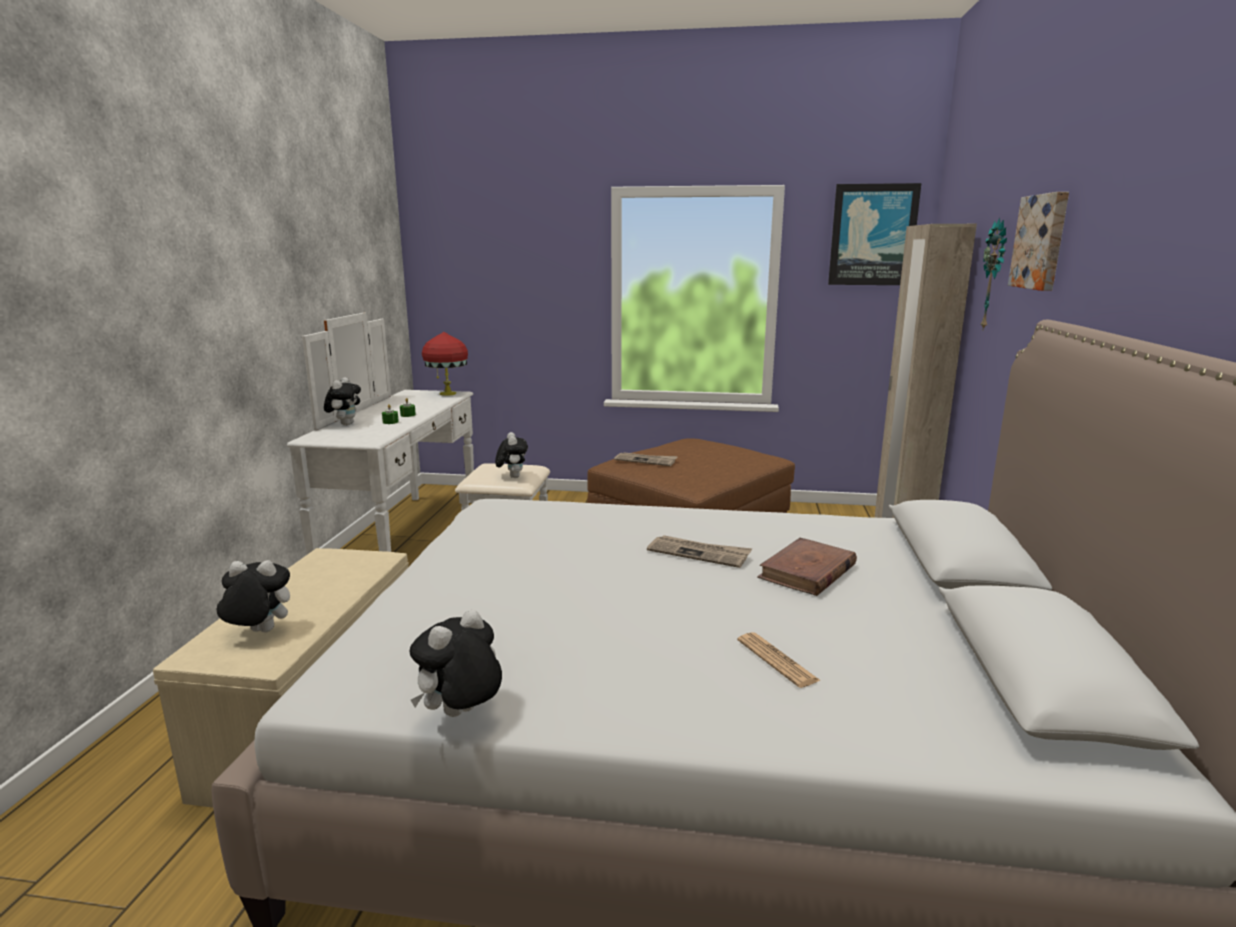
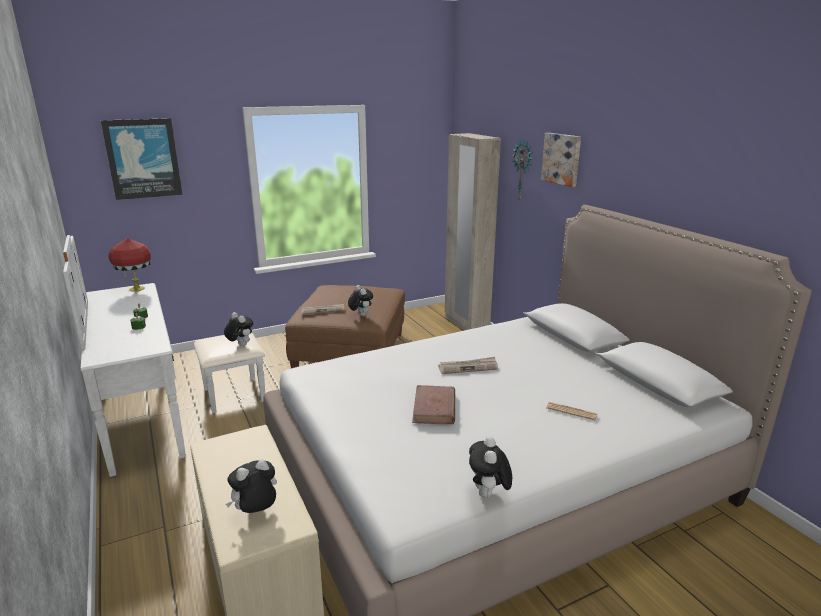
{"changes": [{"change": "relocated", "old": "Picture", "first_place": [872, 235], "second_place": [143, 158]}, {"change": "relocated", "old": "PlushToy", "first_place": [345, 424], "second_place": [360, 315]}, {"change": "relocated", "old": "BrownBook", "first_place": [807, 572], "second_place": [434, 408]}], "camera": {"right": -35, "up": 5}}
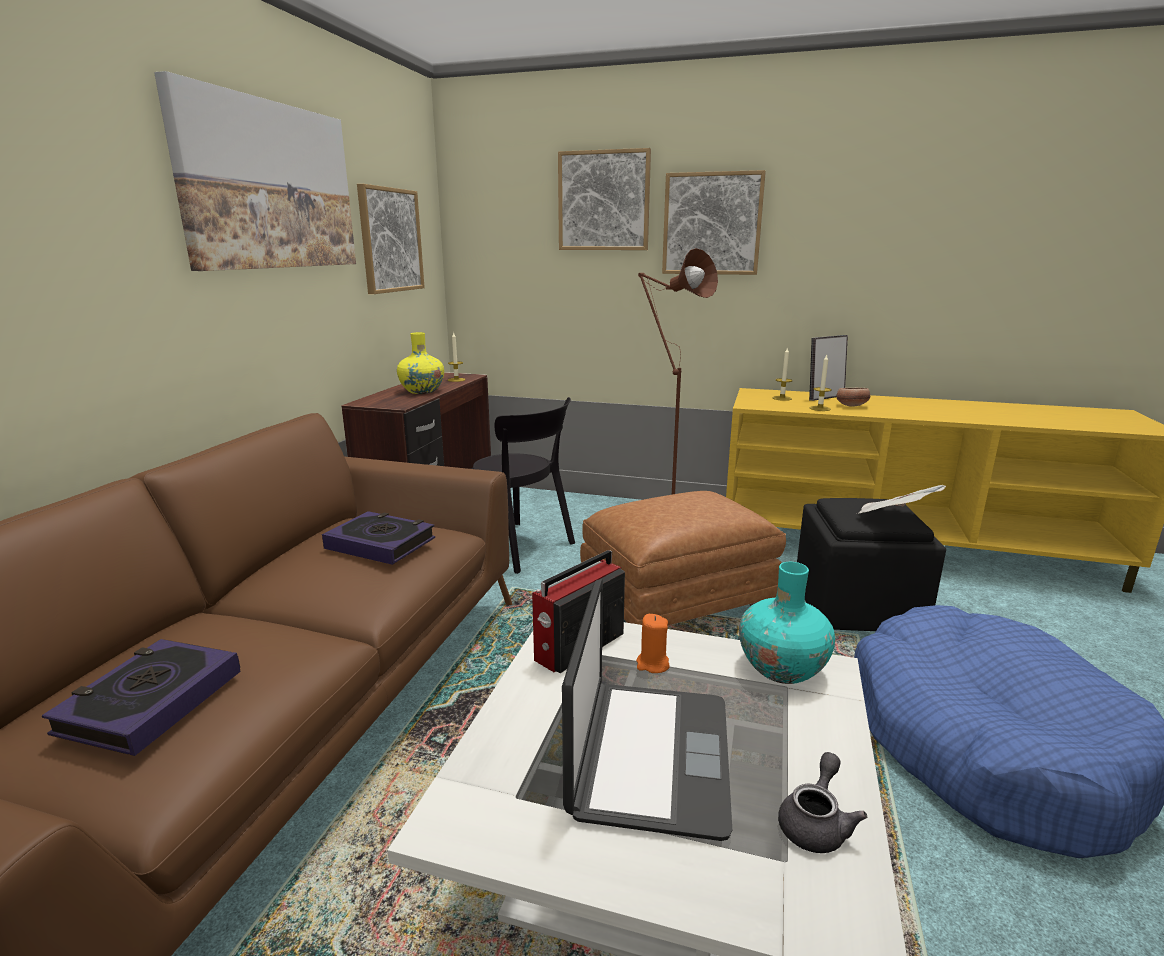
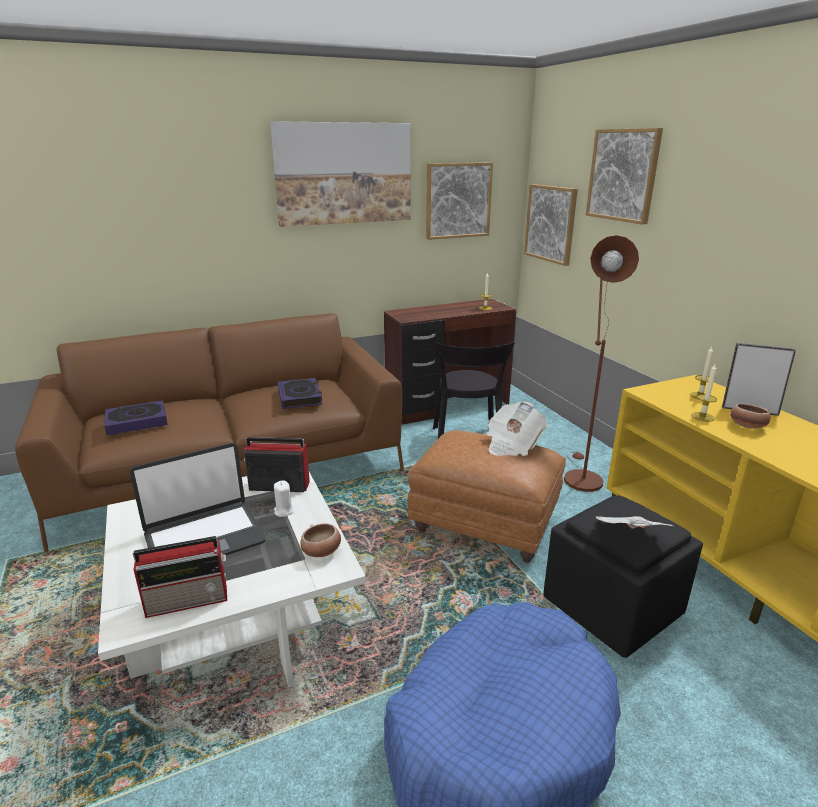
{"changes": [{"change": "exchanged", "old": "GreyTeapot", "new": "Radio", "first_place": [816, 823], "second_place": [189, 600]}, {"change": "colour", "old": "OrangeCandle", "new": "WhiteCandle", "first_place": [652, 664], "second_place": [283, 511]}, {"change": "exchanged", "old": "TurquoiseVase", "new": "Bowl", "first_place": [782, 669], "second_place": [321, 552]}, {"change": "appeared", "new": "Newspaper", "second_place": [512, 444]}, {"change": "relocated", "old": "Picture", "first_place": [712, 224], "second_place": [550, 223]}, {"change": "missing", "old": "YellowVase", "first_place": [422, 391]}], "camera": {"right": 50, "up": 5}}
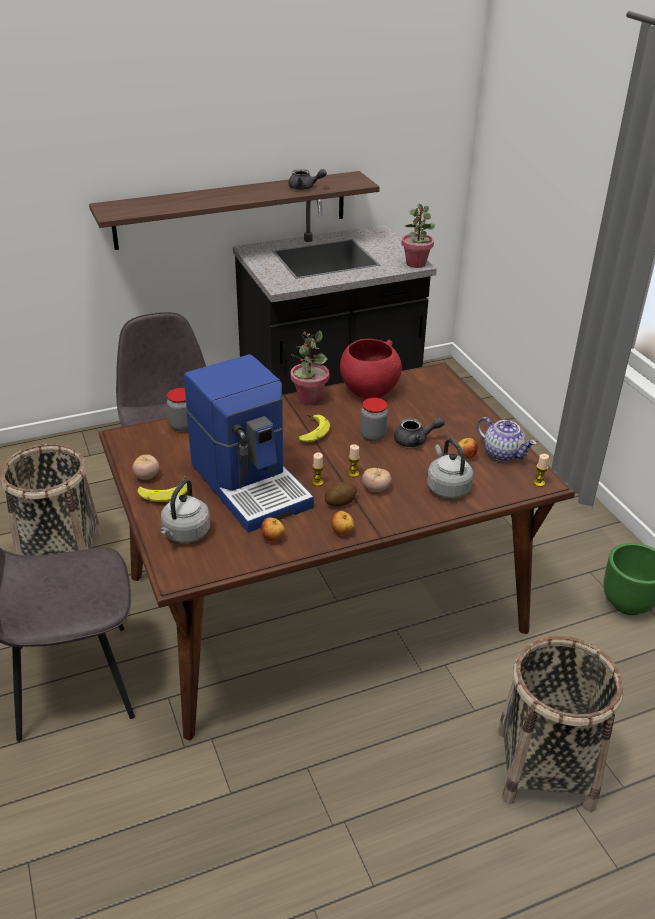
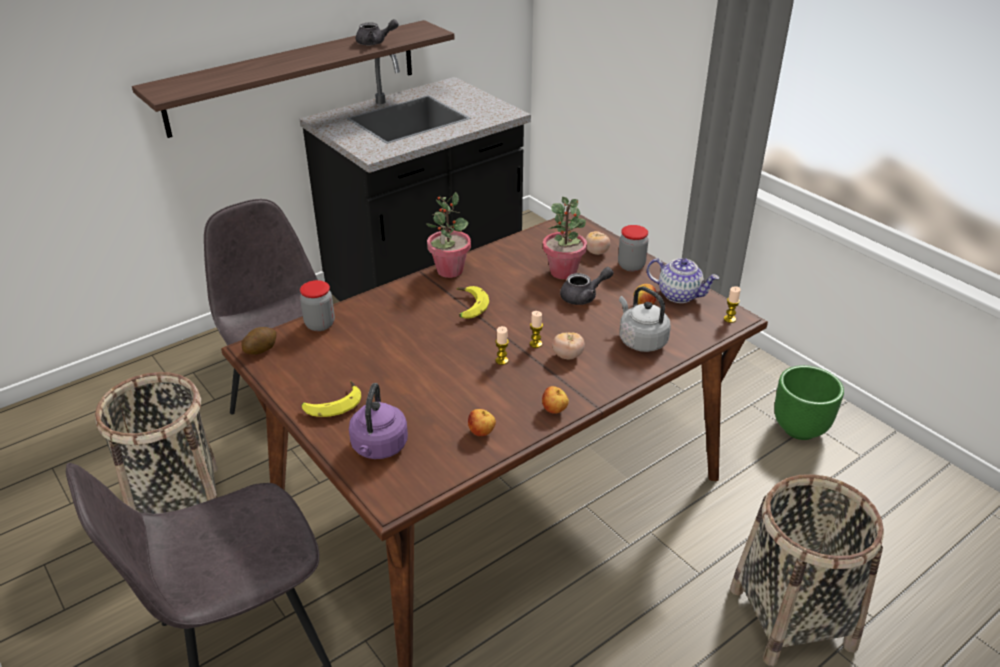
{"changes": [{"change": "relocated", "old": "Potato", "first_place": [340, 502], "second_place": [261, 349]}, {"change": "colour", "old": "GreyKettle", "new": "PurpleKettle", "first_place": [185, 534], "second_place": [379, 448]}, {"change": "relocated", "old": "PottedPlant", "first_place": [416, 263], "second_place": [563, 272]}, {"change": "relocated", "old": "Tomato", "first_place": [147, 476], "second_place": [596, 252]}, {"change": "relocated", "old": "Jar", "first_place": [373, 436], "second_place": [631, 266]}, {"change": "missing", "old": "CoffeeMachine", "first_place": [251, 484]}, {"change": "missing", "old": "RedBowl", "first_place": [369, 391]}], "camera": {"right": -15, "up": 0}}
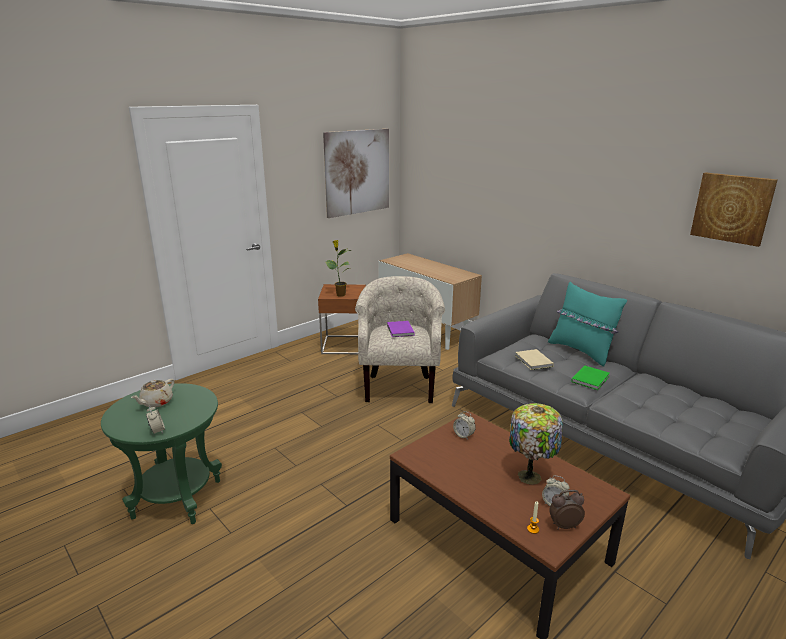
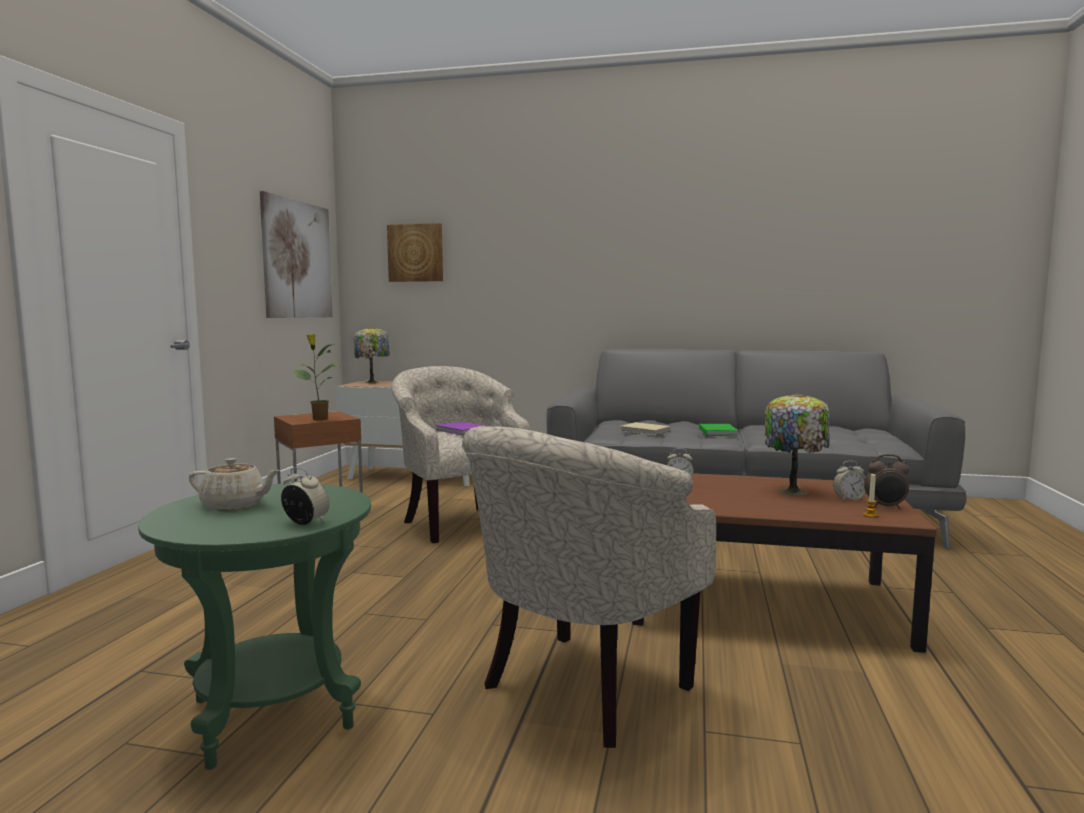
{"changes": [{"change": "spun", "old": "BeigeTeapot", "first_place": [156, 402], "second_place": [235, 505], "degrees": -75}, {"change": "appeared", "new": "TableLamp", "second_place": [373, 382]}, {"change": "relocated", "old": "Picture", "first_place": [732, 208], "second_place": [416, 253]}, {"change": "appeared", "new": "BeigeArmchair", "second_place": [578, 690]}, {"change": "spun", "old": "AlarmClock", "first_place": [564, 525], "second_place": [885, 507], "degrees": -135}, {"change": "missing", "old": "TurquoisePillow", "first_place": [581, 351]}], "camera": {"right": -35, "up": -15}}
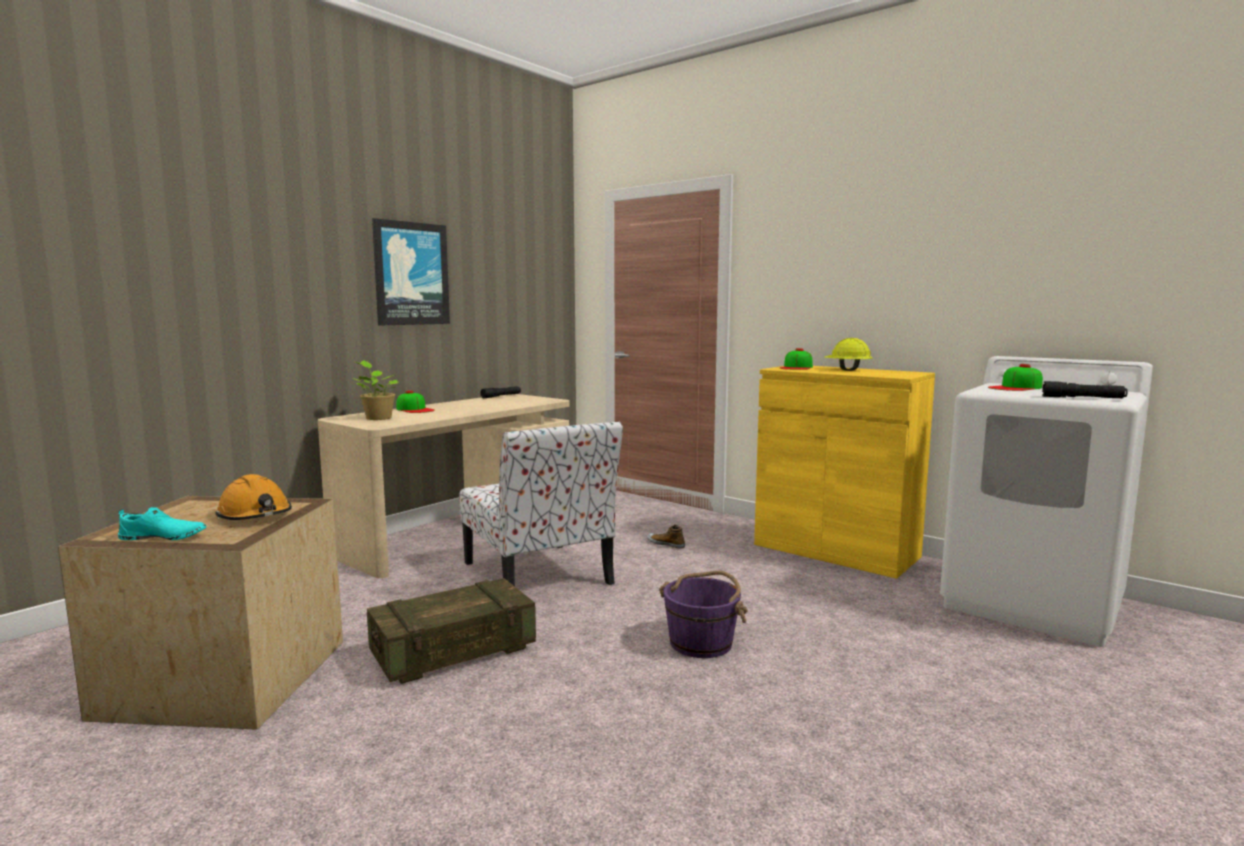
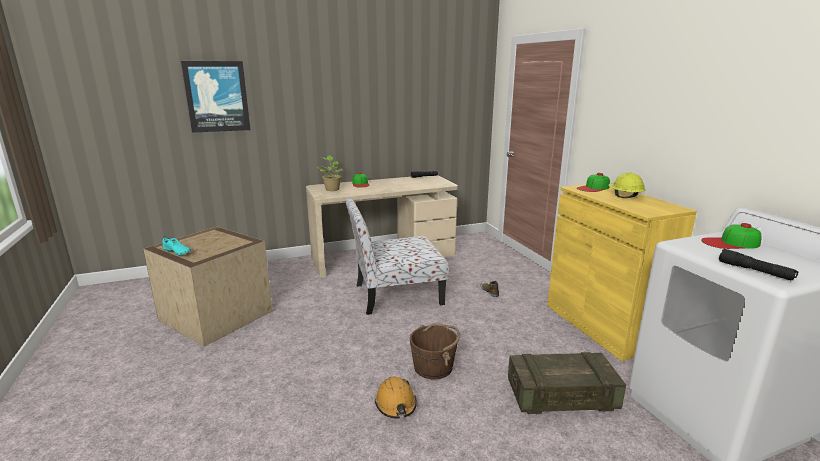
{"changes": [{"change": "relocated", "old": "Picture", "first_place": [411, 274], "second_place": [217, 96]}, {"change": "spun", "old": "Chair", "first_place": [539, 574], "second_place": [395, 295], "degrees": 75}, {"change": "relocated", "old": "OrangeHardHat", "first_place": [255, 516], "second_place": [396, 404]}, {"change": "colour", "old": "PurpleBucket", "new": "BrownBucket", "first_place": [702, 642], "second_place": [434, 367]}, {"change": "relocated", "old": "Crate", "first_place": [453, 651], "second_place": [561, 396]}], "camera": {"right": 30, "up": 10}}
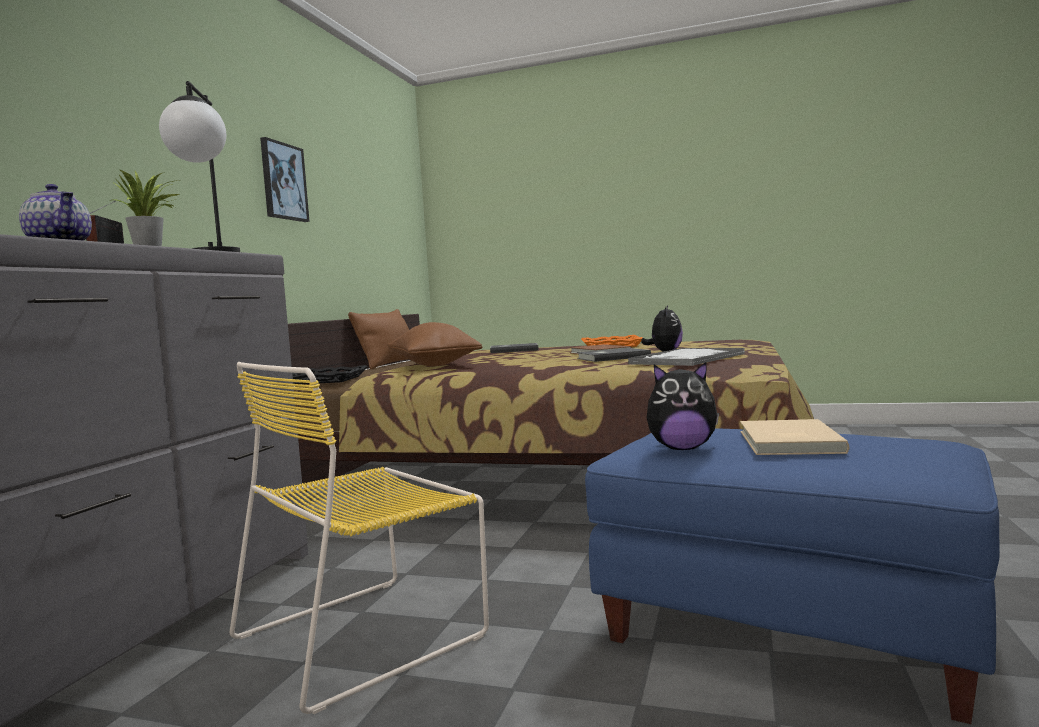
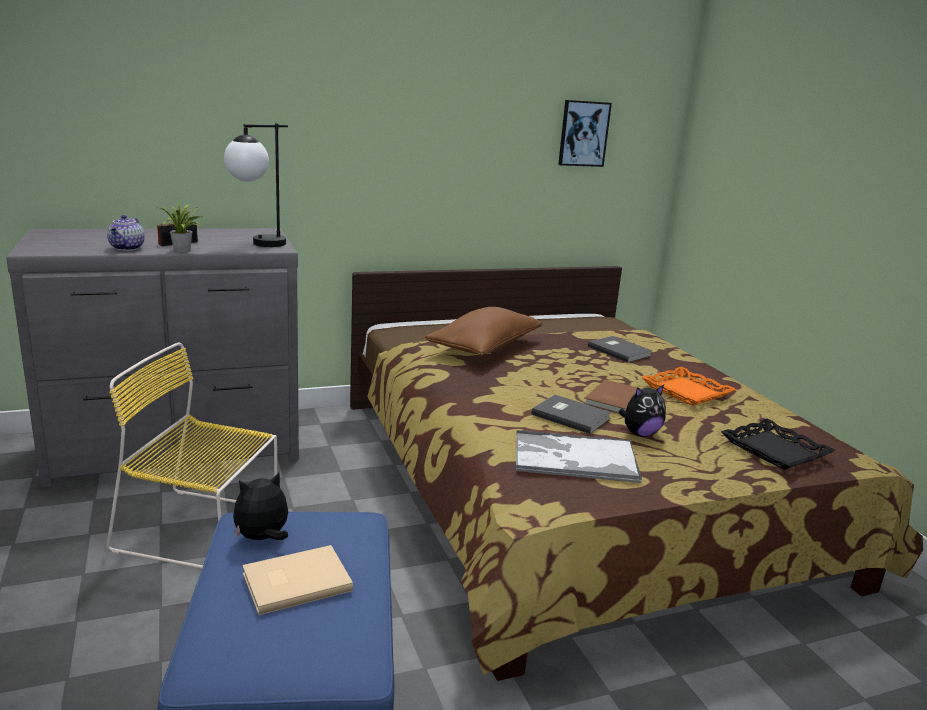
{"changes": [{"change": "spun", "old": "PlushToy", "first_place": [682, 449], "second_place": [262, 538], "degrees": 90}, {"change": "relocated", "old": "Picture", "first_place": [283, 181], "second_place": [583, 133]}, {"change": "relocated", "old": "BlackTray", "first_place": [324, 380], "second_place": [774, 450]}, {"change": "missing", "old": "BrownPillow", "first_place": [389, 363]}], "camera": {"right": 50, "up": 15}}
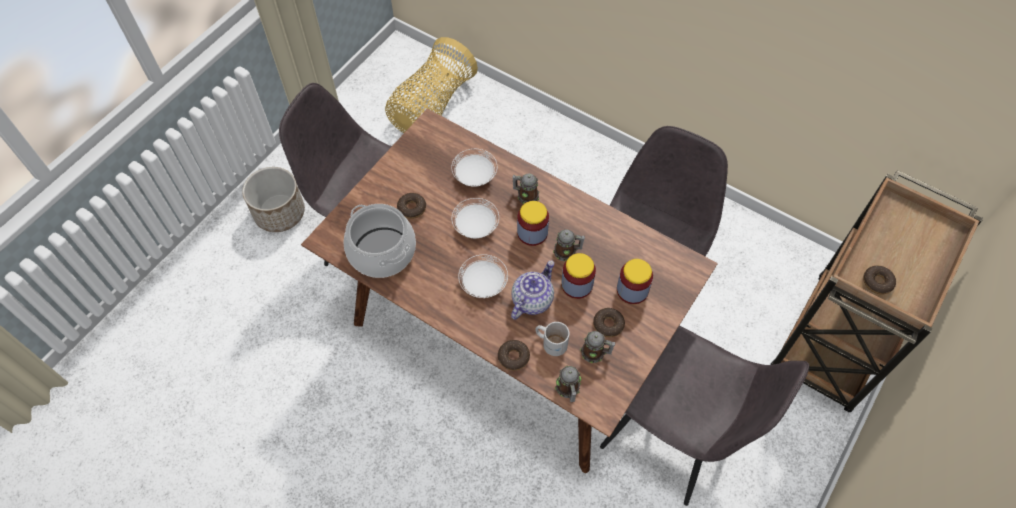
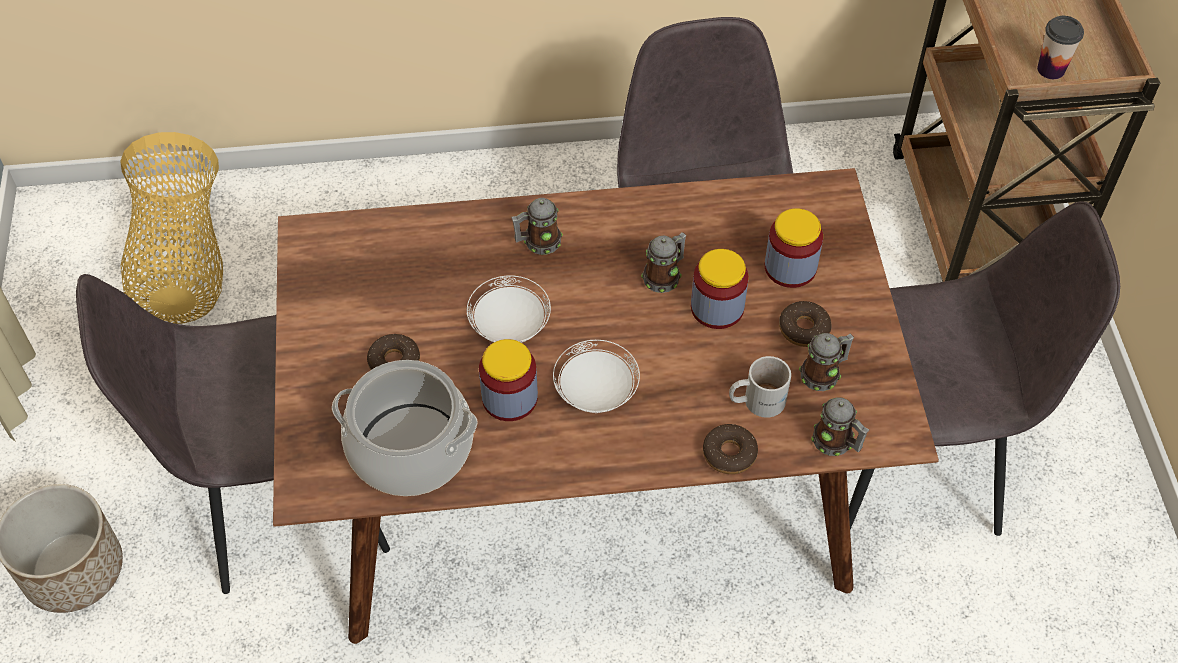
{"changes": [{"change": "relocated", "old": "Jar", "first_place": [532, 233], "second_place": [509, 398]}, {"change": "exchanged", "old": "Donut", "new": "Cup", "first_place": [877, 282], "second_place": [1051, 69]}, {"change": "missing", "old": "WhitePlate", "first_place": [474, 175]}, {"change": "missing", "old": "Teapot", "first_place": [532, 300]}], "camera": {"right": -40, "up": -5}}
